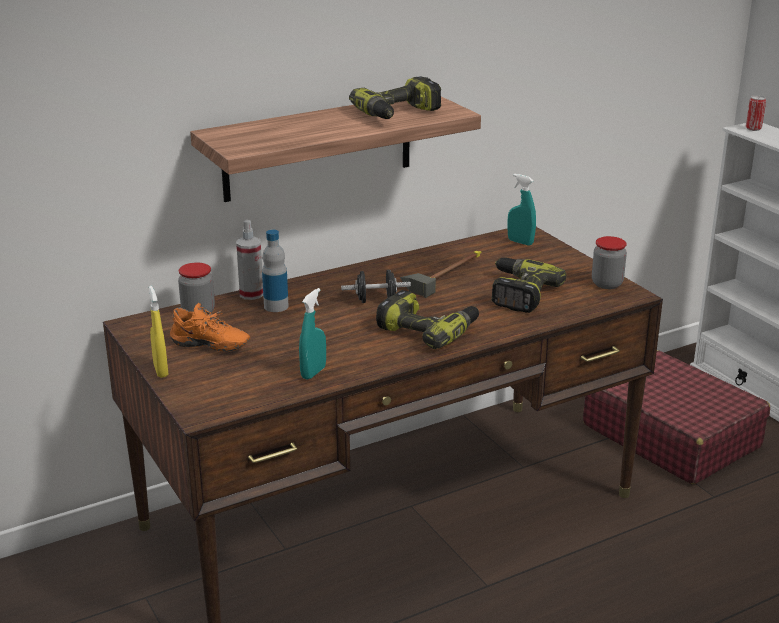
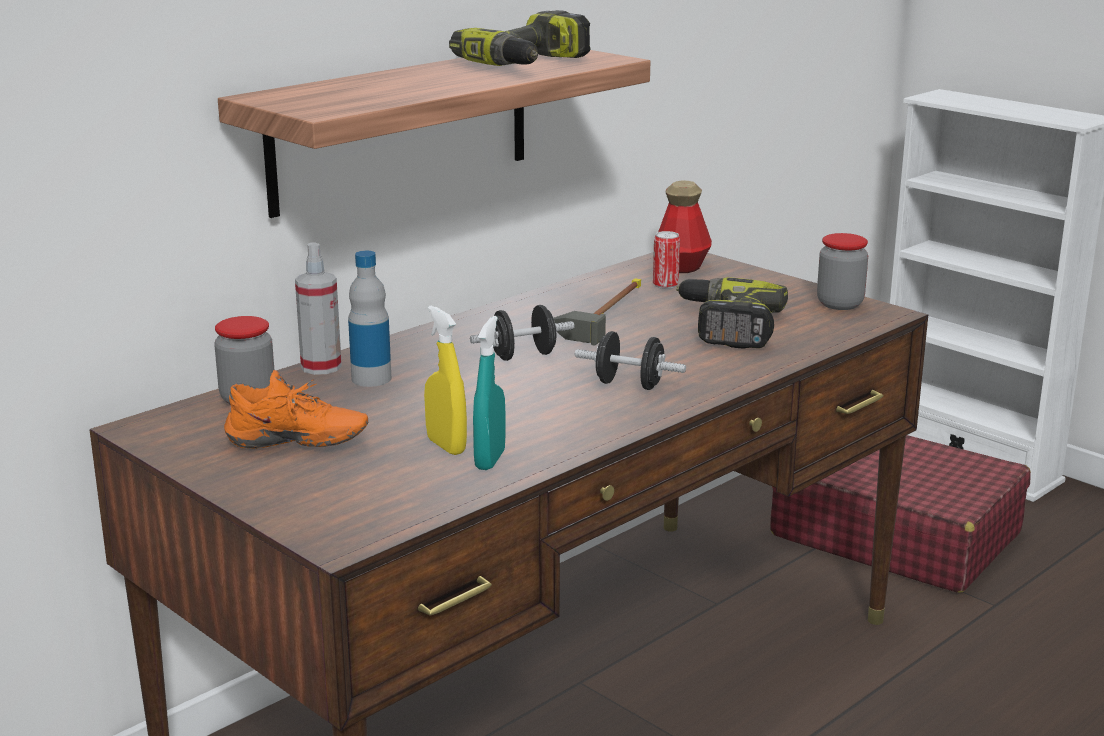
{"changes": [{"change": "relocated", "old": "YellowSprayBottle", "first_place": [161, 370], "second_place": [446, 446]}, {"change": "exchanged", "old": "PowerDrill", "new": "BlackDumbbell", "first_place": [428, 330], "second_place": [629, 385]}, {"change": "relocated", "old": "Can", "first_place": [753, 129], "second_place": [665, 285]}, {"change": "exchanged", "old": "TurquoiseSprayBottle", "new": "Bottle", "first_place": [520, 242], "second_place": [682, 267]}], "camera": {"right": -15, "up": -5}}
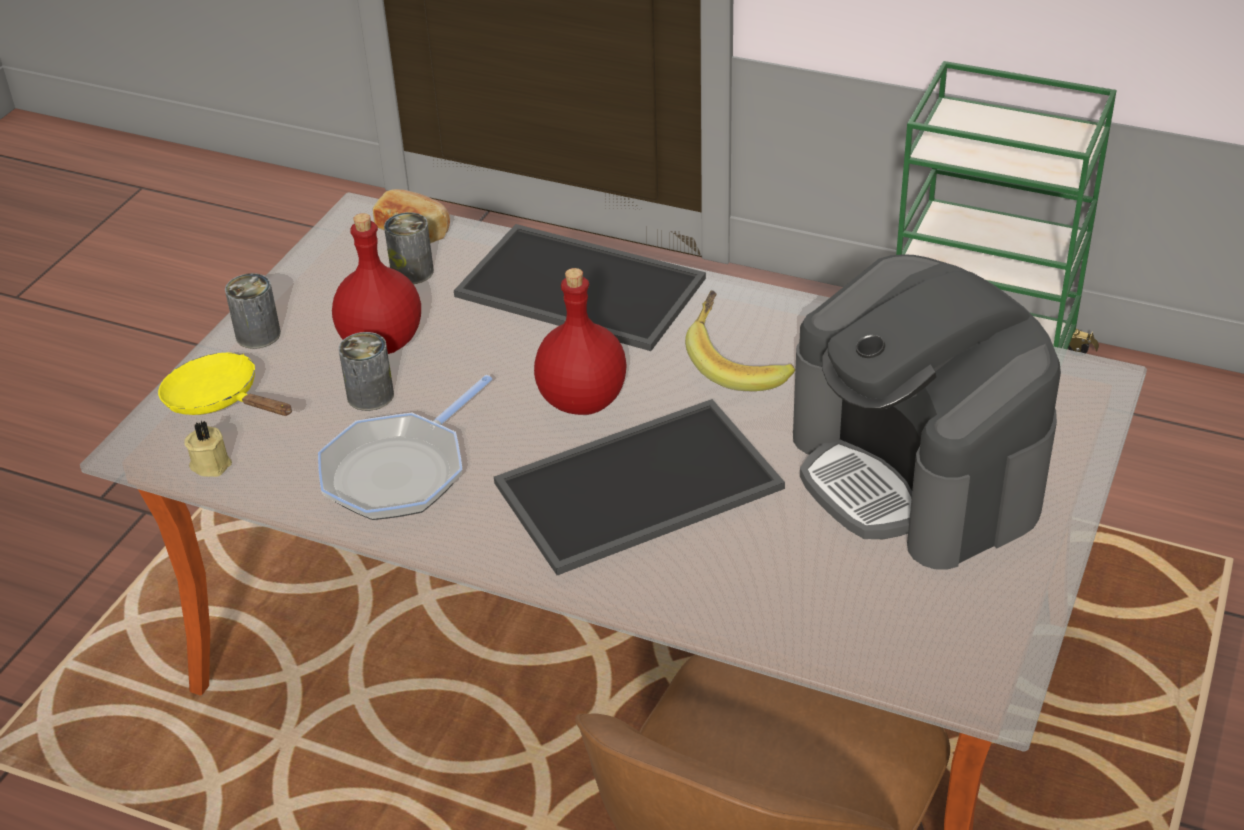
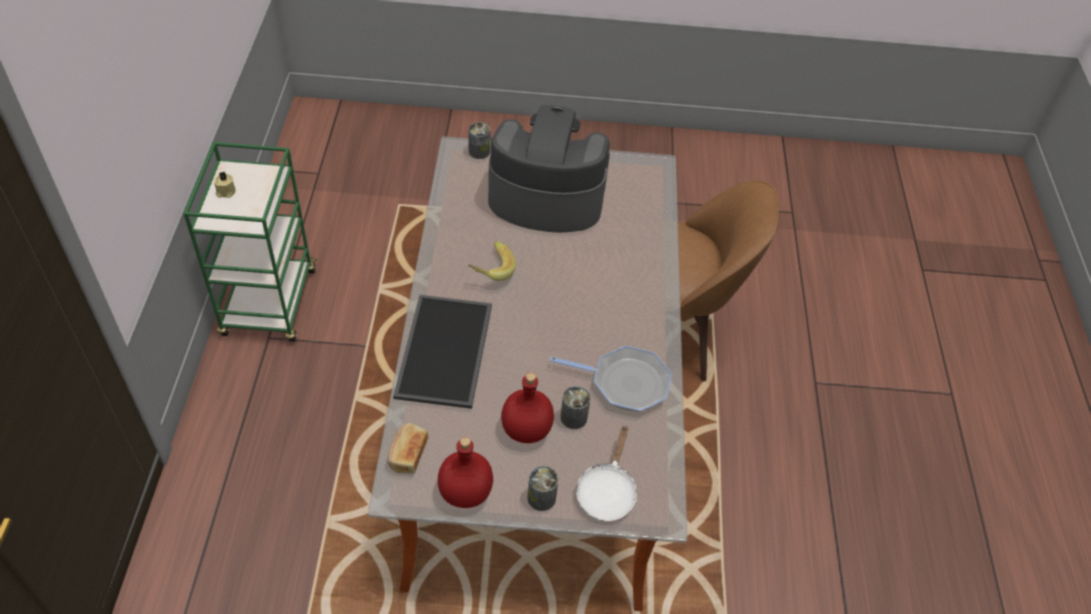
{"changes": [{"change": "relocated", "old": "BeigeCandle", "first_place": [211, 463], "second_place": [225, 192]}, {"change": "relocated", "old": "RedBottle", "first_place": [581, 401], "second_place": [466, 492]}, {"change": "relocated", "old": "Can", "first_place": [412, 272], "second_place": [479, 151]}, {"change": "spun", "old": "CoffeeMachine", "first_place": [917, 474], "second_place": [545, 197], "degrees": -120}, {"change": "colour", "old": "YellowFryingPan", "new": "WhiteFryingPan", "first_place": [220, 400], "second_place": [607, 491]}, {"change": "missing", "old": "Tray", "first_place": [638, 489]}], "camera": {"right": -115, "up": 10}}
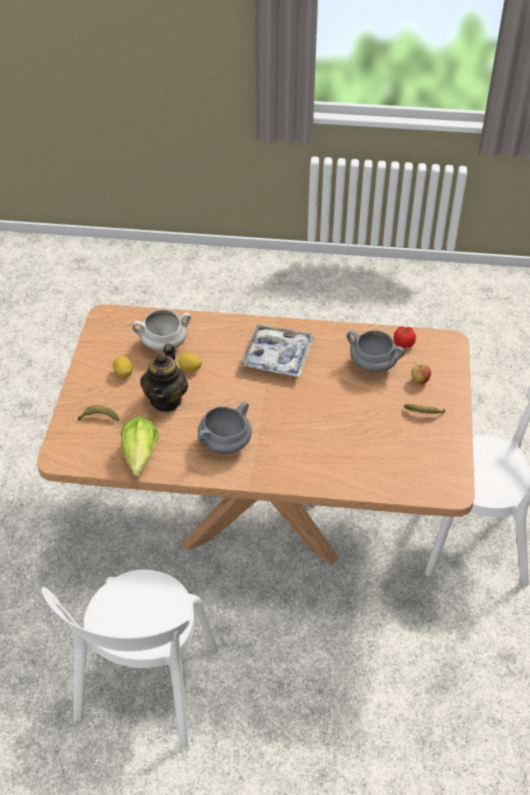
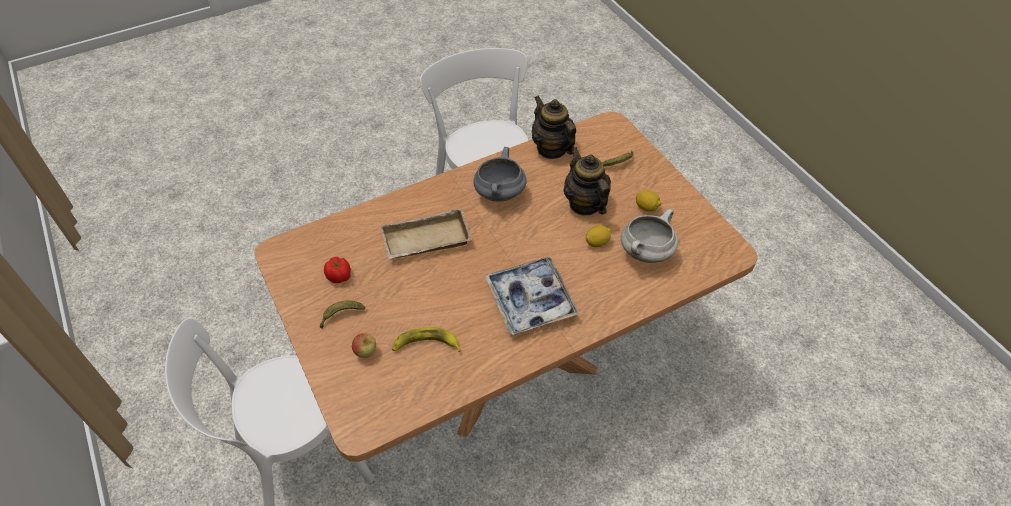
{"changes": [{"change": "relocated", "old": "Tomato", "first_place": [403, 343], "second_place": [339, 276]}, {"change": "appeared", "new": "BeigeTray", "second_place": [426, 242]}, {"change": "exchanged", "old": "GreyCookingPot", "new": "Banana", "first_place": [373, 366], "second_place": [426, 344]}, {"change": "exchanged", "old": "Lettuce", "new": "Teapot", "first_place": [138, 461], "second_place": [552, 149]}], "camera": {"right": 145, "up": 5}}
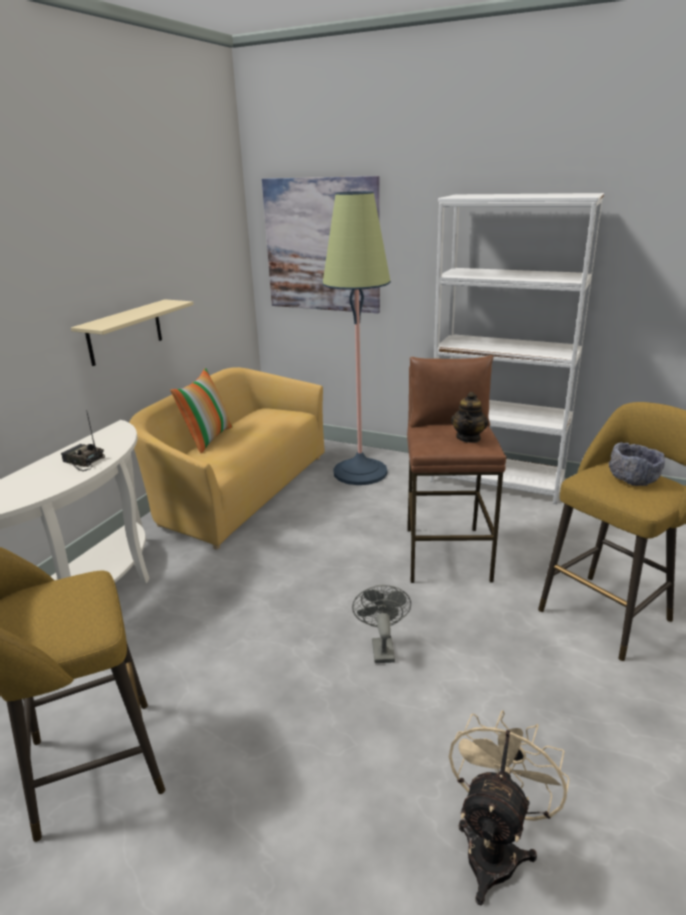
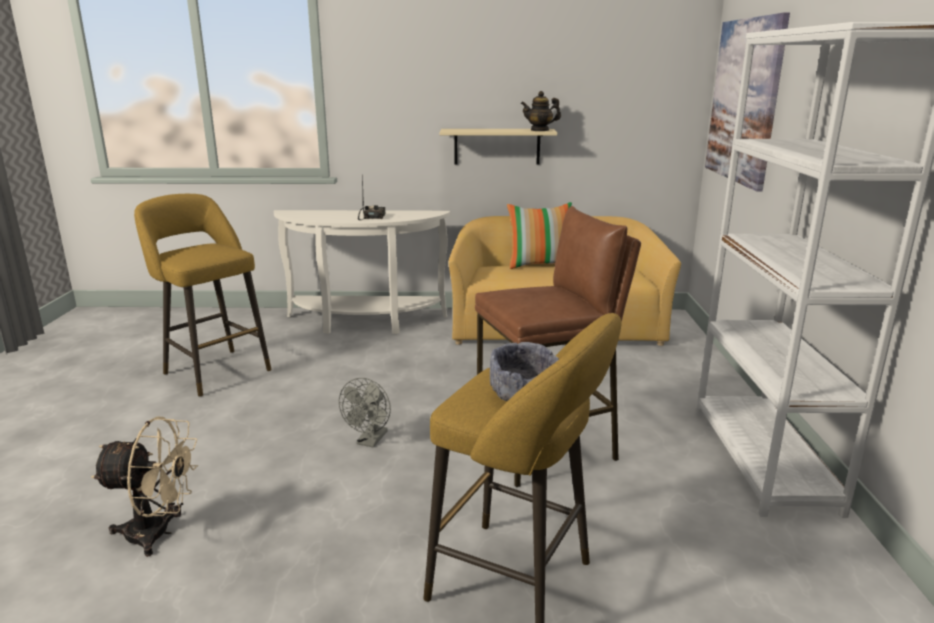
{"changes": [{"change": "spun", "old": "GreyFan", "first_place": [381, 647], "second_place": [370, 441], "degrees": 135}, {"change": "relocated", "old": "Teapot", "first_place": [468, 438], "second_place": [540, 130]}, {"change": "missing", "old": "FloorLamp", "first_place": [360, 472]}], "camera": {"right": 65, "up": -5}}
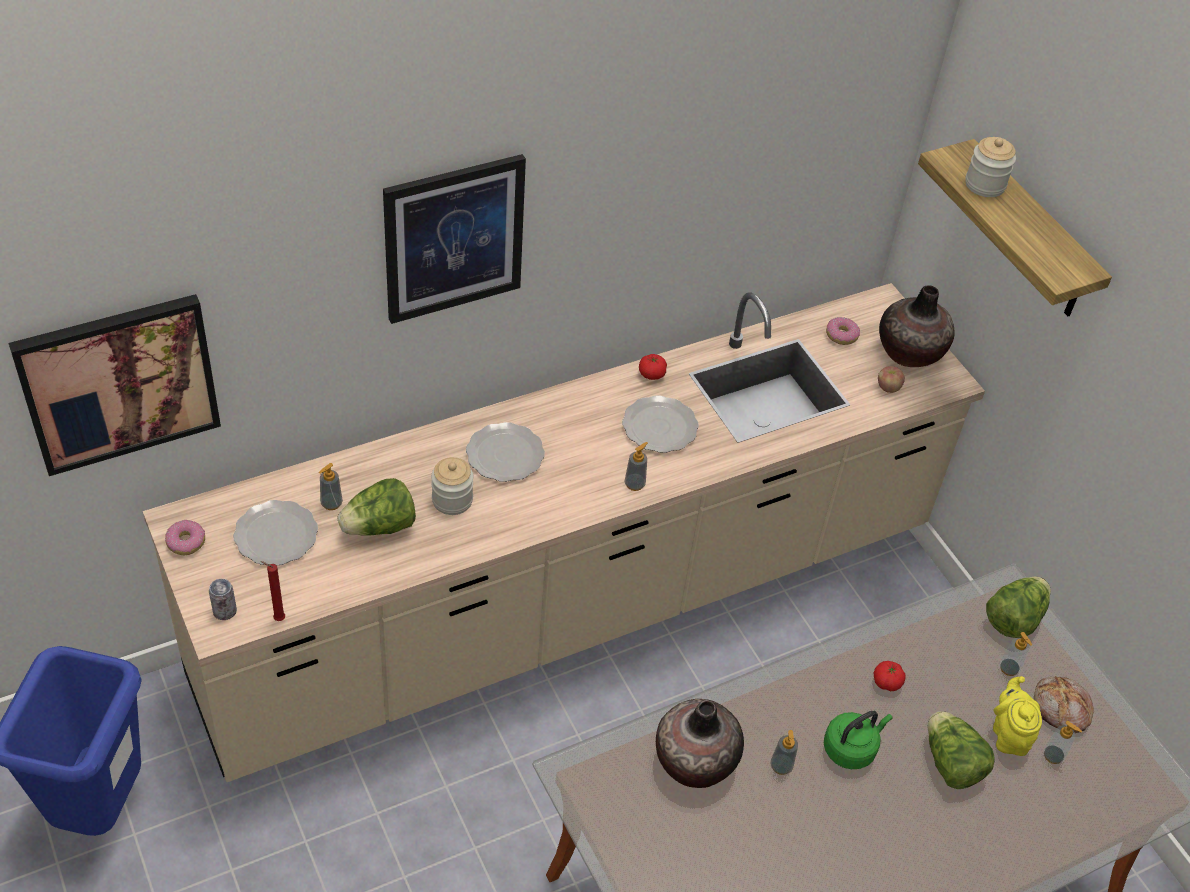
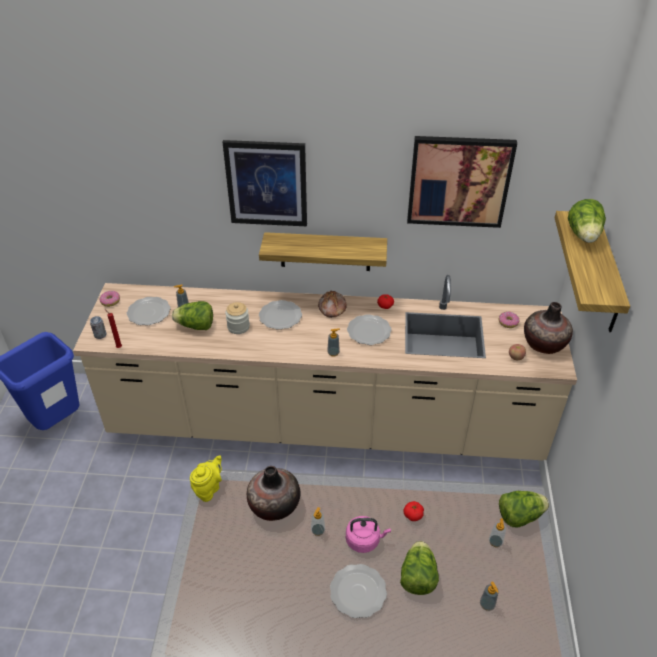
{"changes": [{"change": "relocated", "old": "YellowTeapot", "first_place": [1009, 735], "second_place": [209, 489]}, {"change": "appeared", "new": "Shelf", "second_place": [325, 251]}, {"change": "relocated", "old": "Bread", "first_place": [1060, 709], "second_place": [331, 308]}, {"change": "appeared", "new": "Plate", "second_place": [357, 591]}, {"change": "colour", "old": "GreenKettle", "new": "PinkKettle", "first_place": [851, 748], "second_place": [364, 540]}, {"change": "relocated", "old": "Picture", "first_place": [119, 382], "second_place": [459, 181]}, {"change": "exchanged", "old": "Jar", "new": "Lettuce", "first_place": [985, 185], "second_place": [583, 236]}], "camera": {"right": 35, "up": -5}}
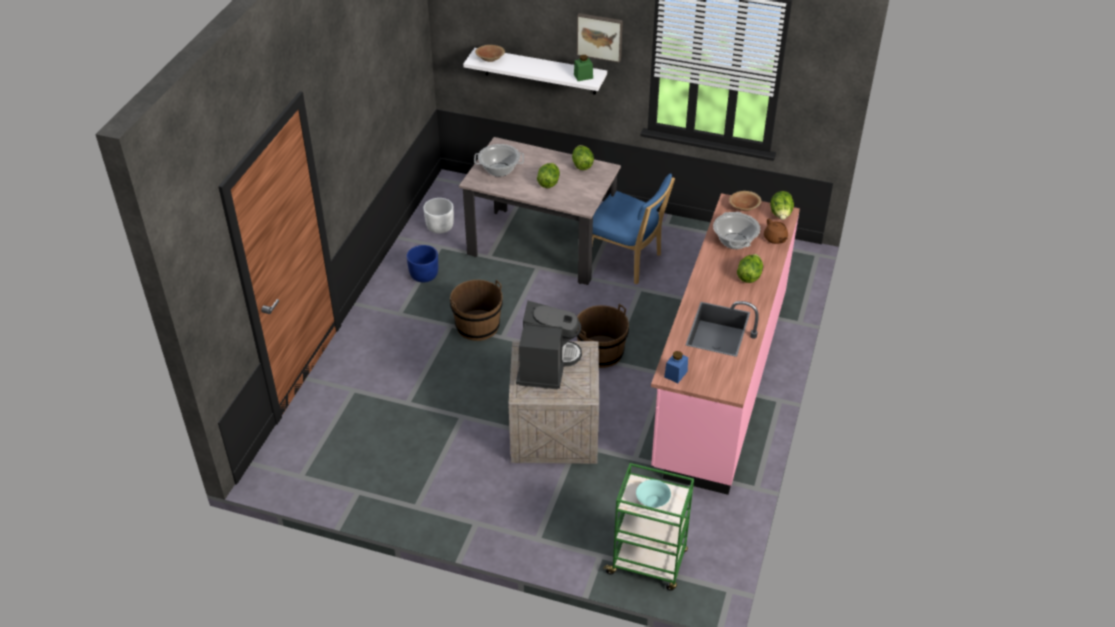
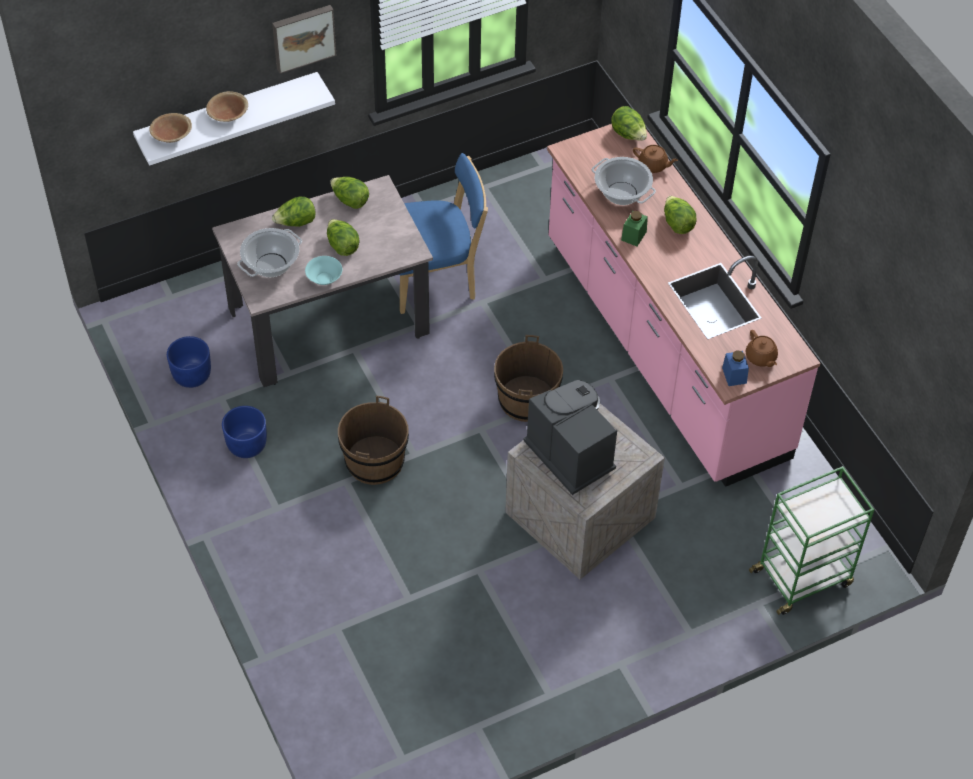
{"changes": [{"change": "colour", "old": "WhitePlanter", "new": "BluePlanter", "first_place": [440, 227], "second_place": [192, 375]}, {"change": "relocated", "old": "BrownBowl", "first_place": [744, 207], "second_place": [228, 115]}, {"change": "appeared", "new": "Lettuce", "second_place": [296, 223]}, {"change": "relocated", "old": "TurquoiseBowl", "first_place": [653, 501], "second_place": [324, 278]}, {"change": "relocated", "old": "GreenJar", "first_place": [583, 76], "second_place": [633, 236]}, {"change": "appeared", "new": "BrownTeapot", "second_place": [761, 357]}], "camera": {"right": -45, "up": 10}}
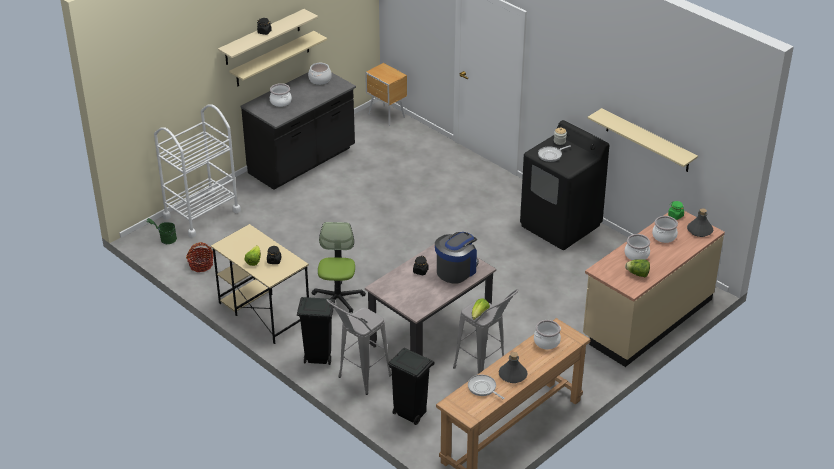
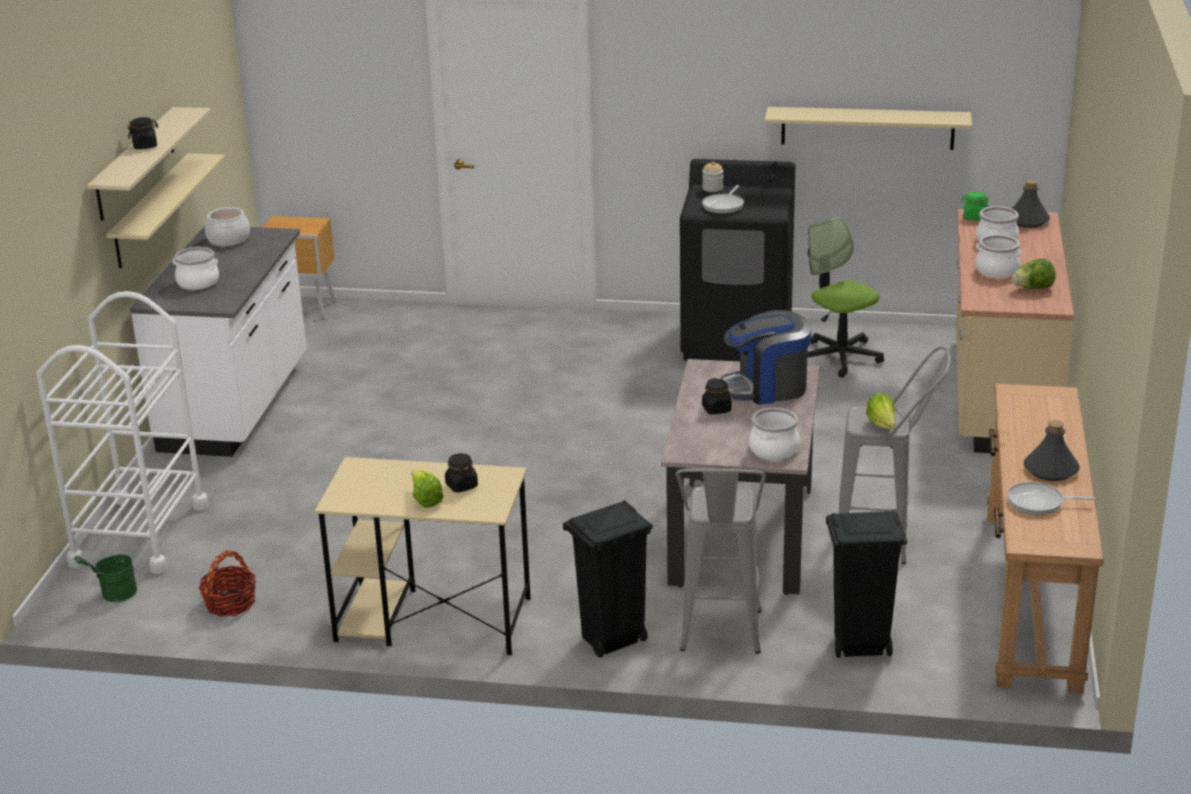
{"changes": [{"change": "colour", "old": "BlackCounter", "new": "WhiteCounter", "first_place": [302, 162], "second_place": [237, 406]}, {"change": "spun", "old": "CoffeeMachine", "first_place": [456, 270], "second_place": [766, 388], "degrees": -105}, {"change": "relocated", "old": "CookingPot", "first_place": [546, 341], "second_place": [773, 449]}, {"change": "relocated", "old": "OfficeChair", "first_place": [338, 298], "second_place": [839, 357]}], "camera": {"right": -35, "up": -10}}
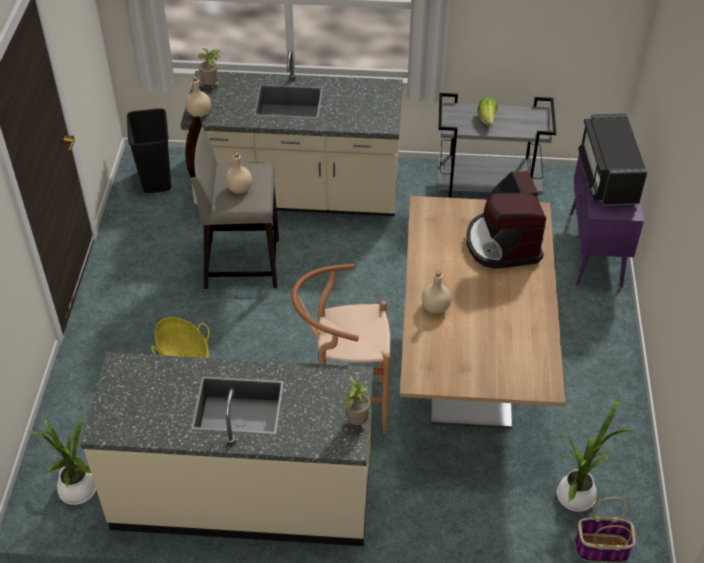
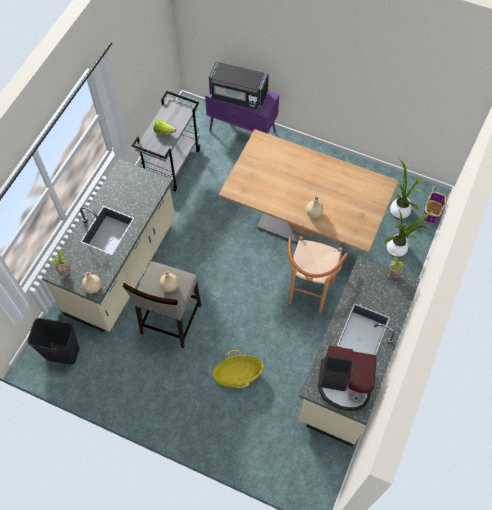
{"changes": [{"change": "relocated", "old": "CoffeeMachine", "first_place": [502, 243], "second_place": [345, 384]}, {"change": "relocated", "old": "PottedPlant", "first_place": [78, 492], "second_place": [398, 248]}], "camera": {"right": -70, "up": 15}}
